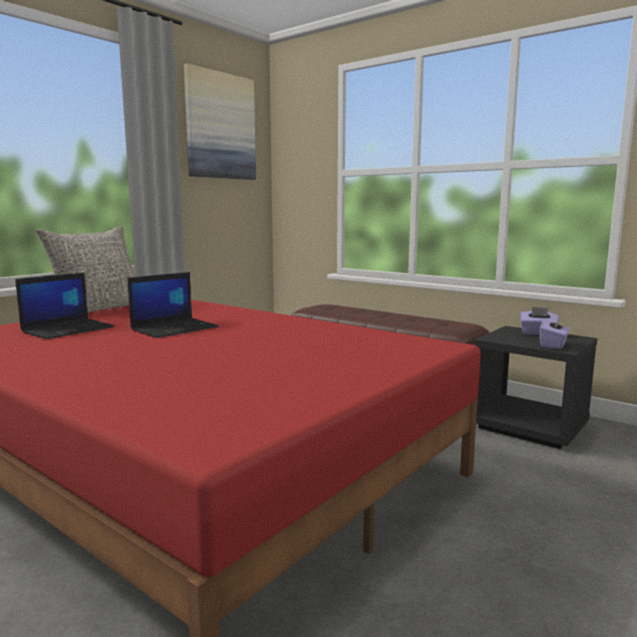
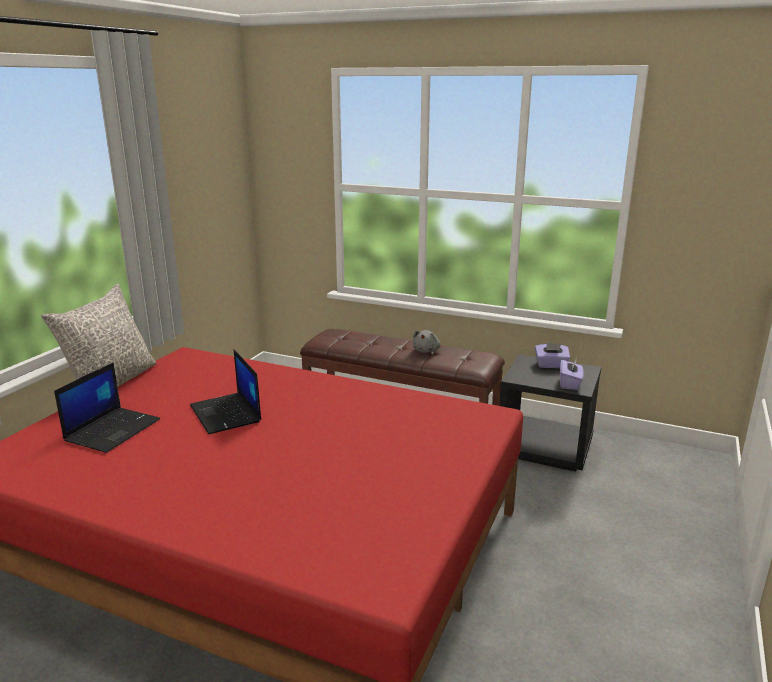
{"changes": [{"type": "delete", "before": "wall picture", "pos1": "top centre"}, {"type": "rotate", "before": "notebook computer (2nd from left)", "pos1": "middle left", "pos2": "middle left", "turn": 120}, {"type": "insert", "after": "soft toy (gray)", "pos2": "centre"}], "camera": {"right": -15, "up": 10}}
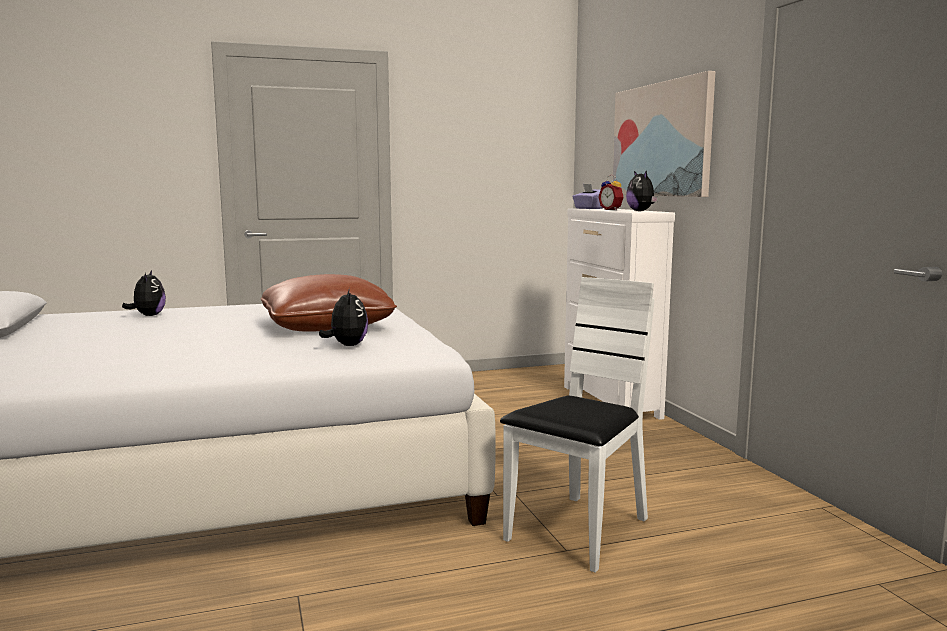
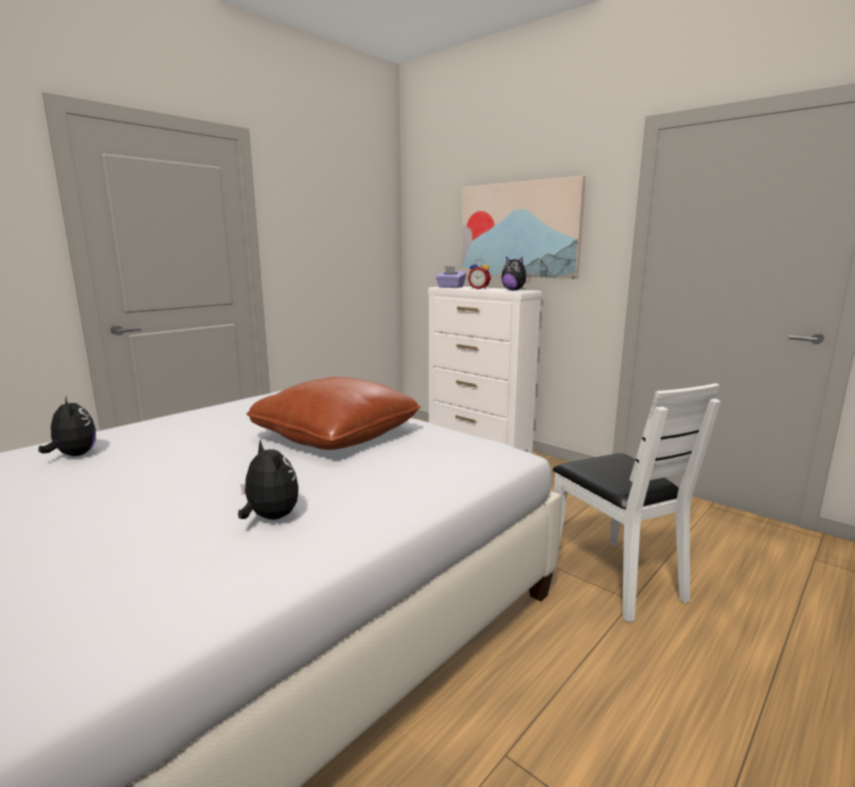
{"changes": [{"type": "rotate", "before": "upright chair (white)", "pos1": "bottom centre", "pos2": "middle right", "turn": 150}, {"type": "move", "before": "soft toy (2nd from left)", "pos1": "centre", "pos2": "middle left"}], "camera": {"right": -30, "up": 5}}
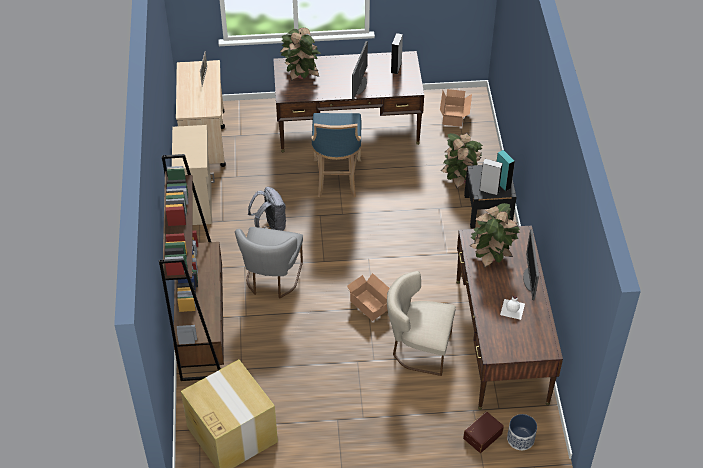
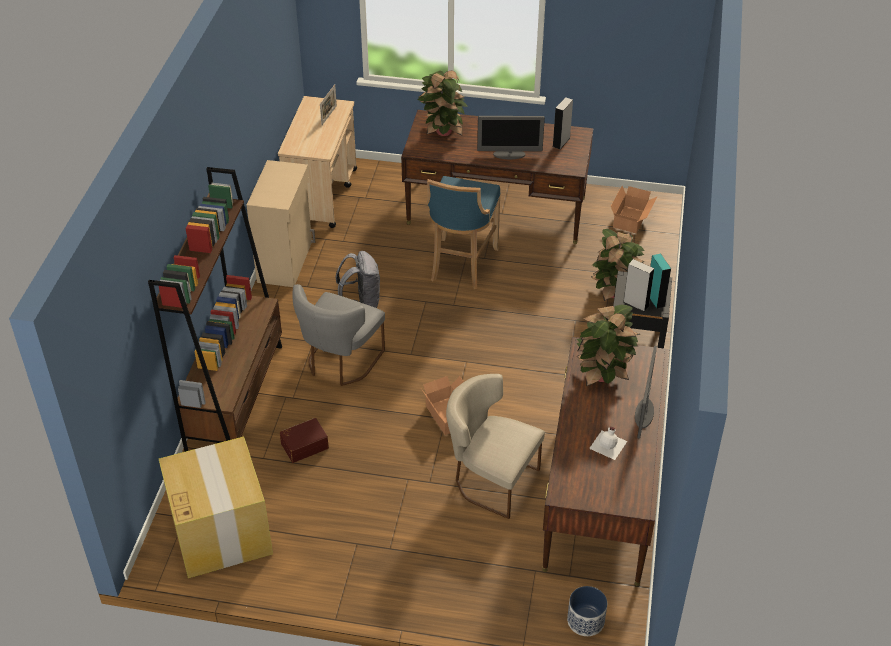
{"changes": [{"type": "rotate", "before": "computer display (1st from left)", "pos1": "top centre", "pos2": "top centre", "turn": -120}, {"type": "move", "before": "storage container (brown)", "pos1": "bottom right", "pos2": "bottom centre"}], "camera": {"right": 15, "up": -5}}
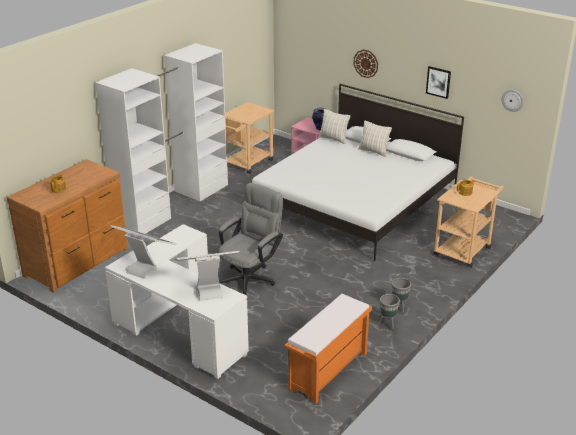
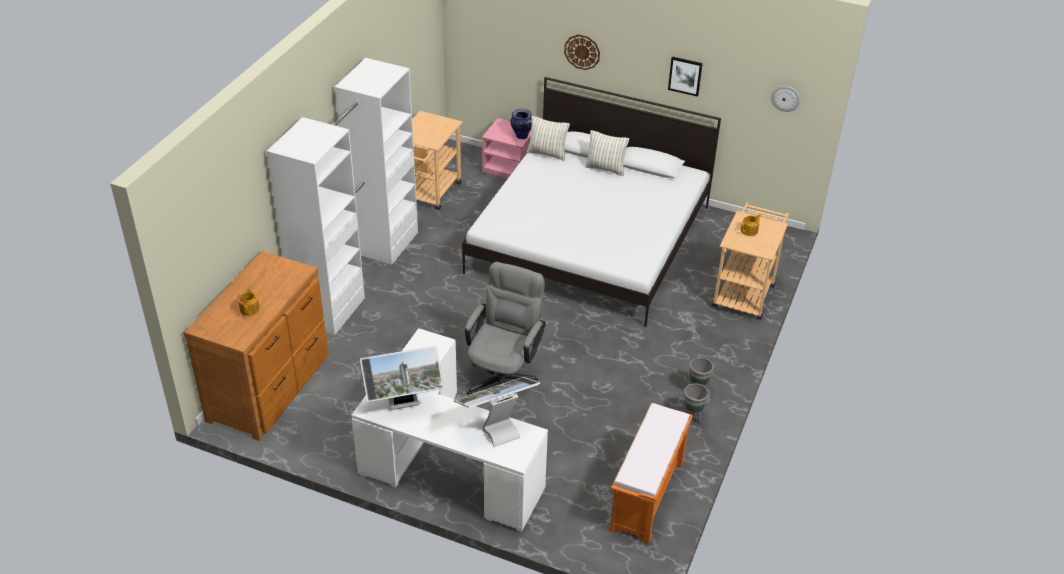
{"changes": [{"type": "rotate", "before": "computer display (1st from left)", "pos1": "middle left", "pos2": "centre", "turn": 150}], "camera": {"right": -15, "up": 10}}
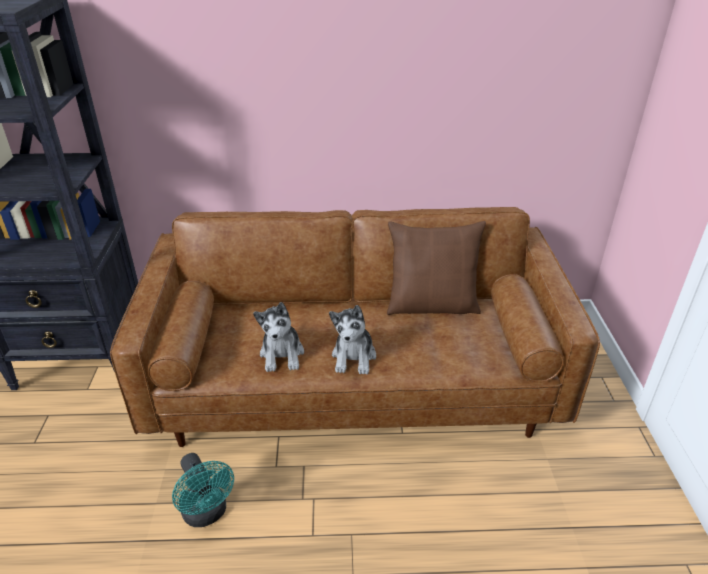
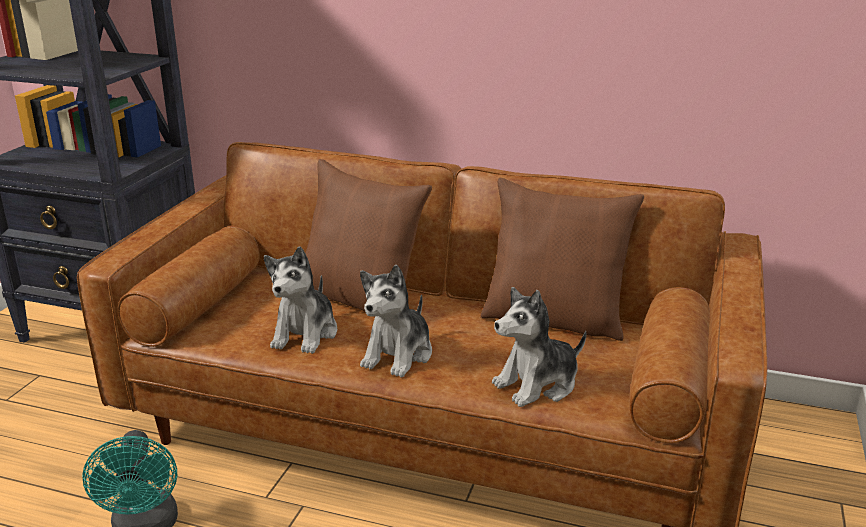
{"changes": [{"type": "insert", "after": "cushion (brown) (1st from left)", "pos2": "centre"}, {"type": "insert", "after": "soft toy (3rd from left)", "pos2": "centre"}], "camera": {"right": 20, "up": -10}}
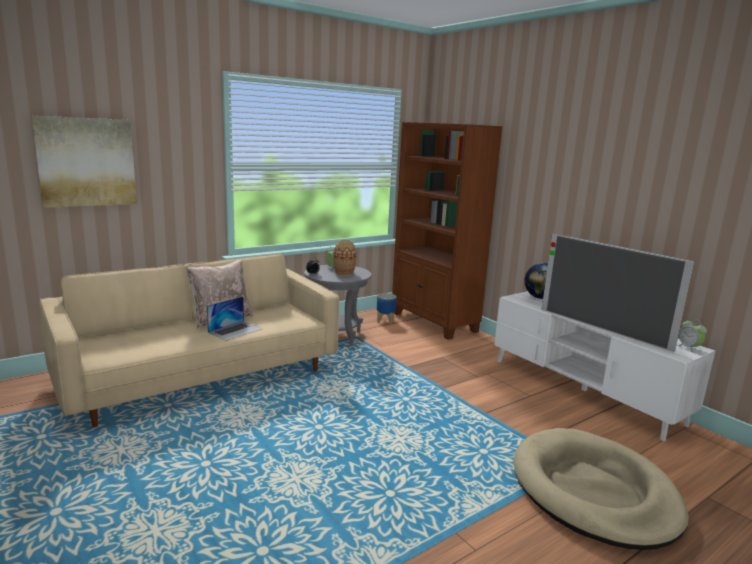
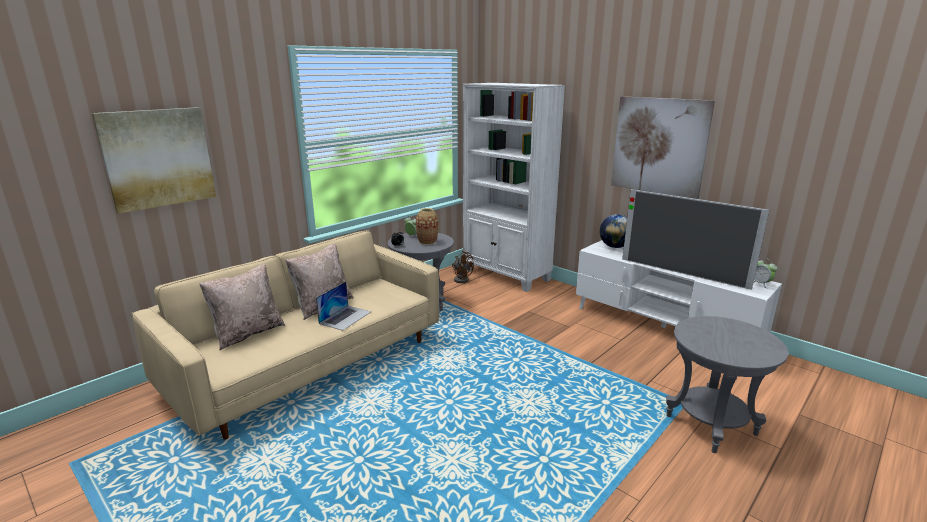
{"changes": [{"type": "recolor", "before": "bookshelf (brown)", "after": "bookshelf (white)", "pos1": "centre", "pos2": "centre"}, {"type": "replace", "before": "planter", "after": "fan (brown)", "pos1": "centre", "pos2": "centre"}, {"type": "replace", "before": "dog cushion (beige)", "after": "side table (gray) (2nd from left)", "pos1": "bottom right", "pos2": "bottom right"}, {"type": "insert", "after": "wall picture (2nd from left)", "pos2": "top right"}, {"type": "insert", "after": "cushion (beige) (1st from left)", "pos2": "middle left"}], "camera": {"right": -10, "up": 5}}
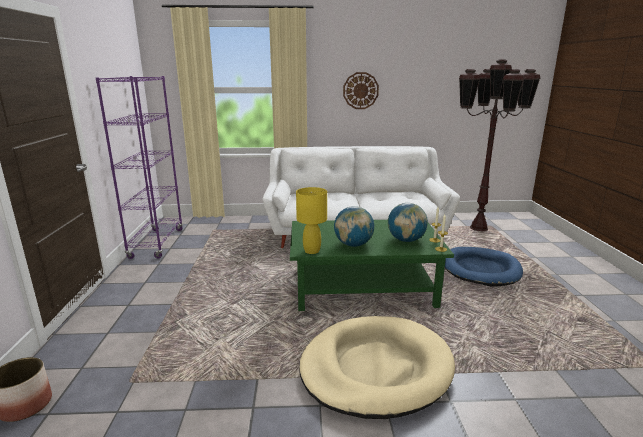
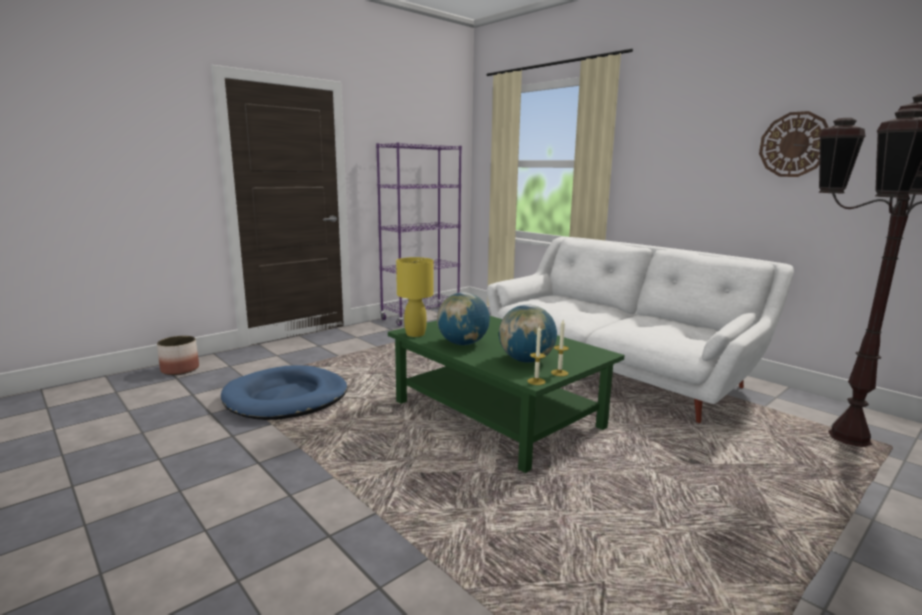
{"changes": [{"type": "move", "before": "hanging clock", "pos1": "top centre", "pos2": "top right"}, {"type": "move", "before": "dog cushion (blue)", "pos1": "middle right", "pos2": "middle left"}, {"type": "delete", "before": "dog cushion (beige)", "pos1": "bottom centre"}], "camera": {"right": 50, "up": -5}}
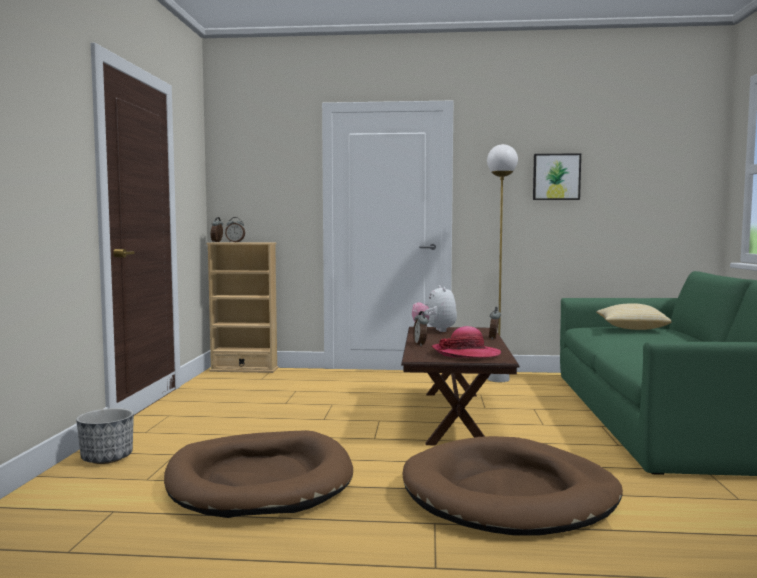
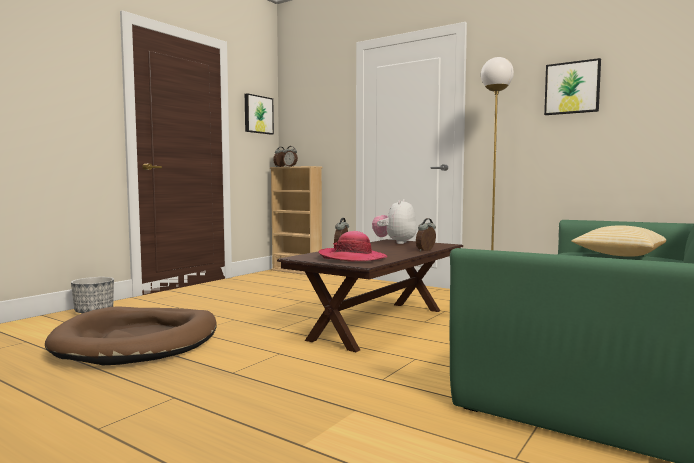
{"changes": [{"type": "delete", "before": "dog cushion (brown) (2nd from left)", "pos1": "bottom right"}, {"type": "insert", "after": "wall picture (1st from left)", "pos2": "top centre"}], "camera": {"right": 30, "up": 0}}
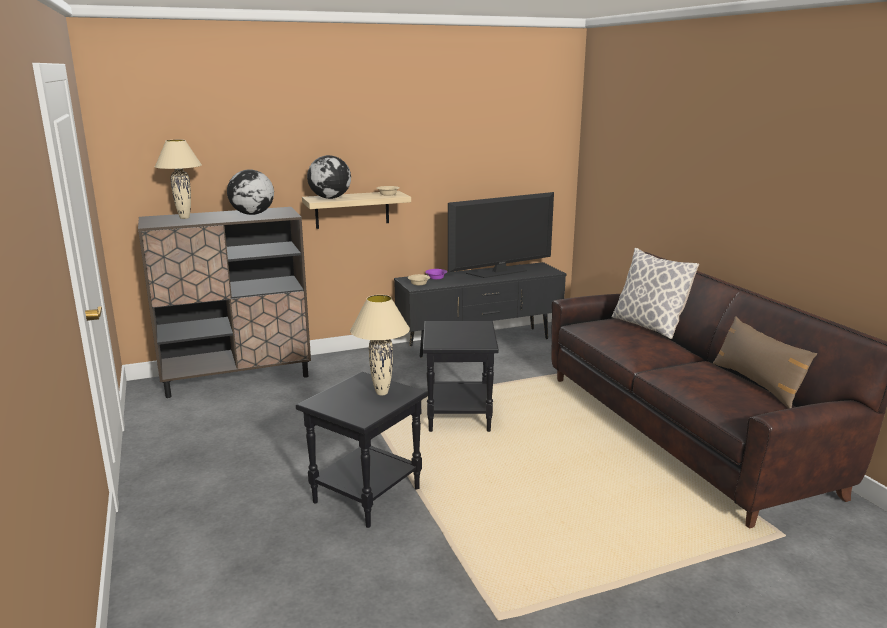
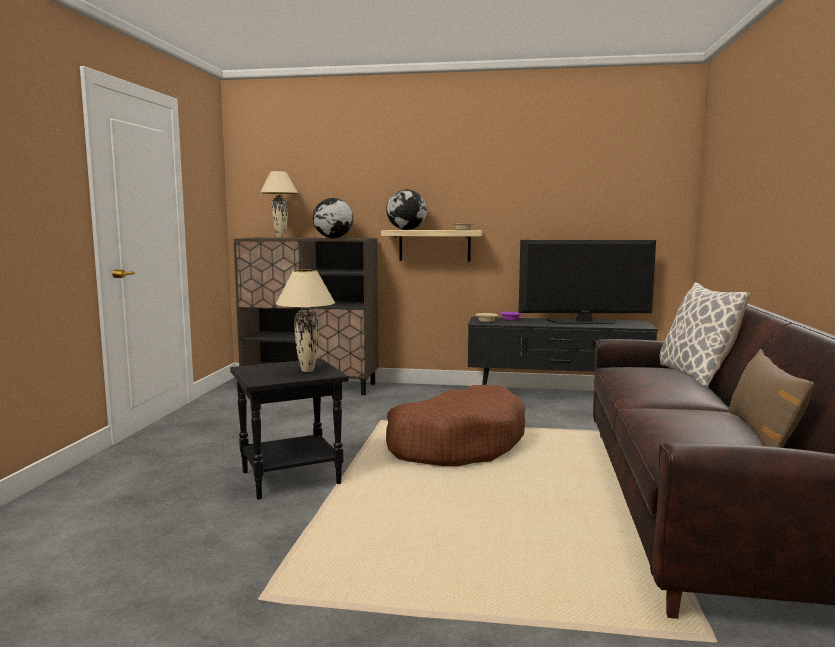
{"changes": [{"type": "replace", "before": "side table (black-coloured) (2nd from left)", "after": "dog cushion (brown)", "pos1": "centre", "pos2": "centre"}], "camera": {"right": 30, "up": -10}}
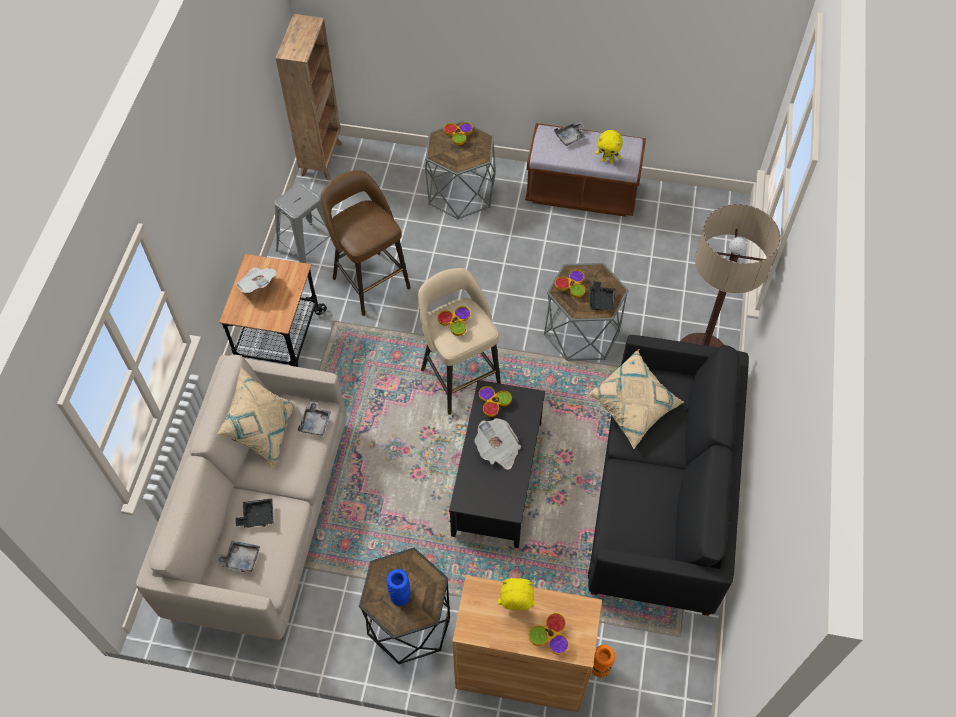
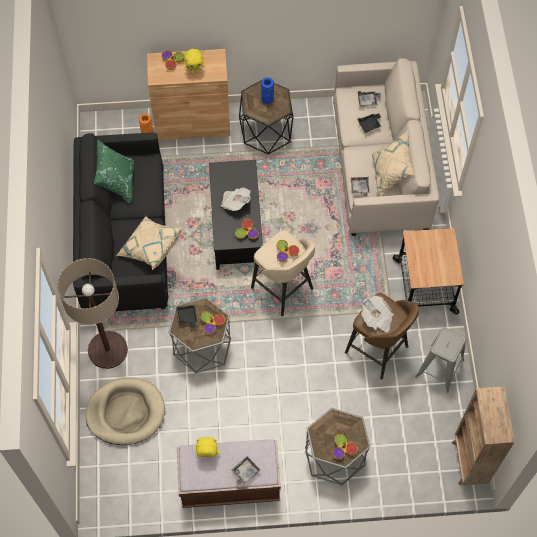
{"changes": [{"type": "move", "before": "printed paper (1st from left in the first image)", "after": "printed paper (2nd from left)", "pos1": "middle left", "pos2": "middle right"}, {"type": "insert", "after": "cushion (greenish)", "pos2": "top left"}, {"type": "insert", "after": "dog cushion (beige)", "pos2": "bottom left"}], "camera": {"right": 165, "up": 5}}
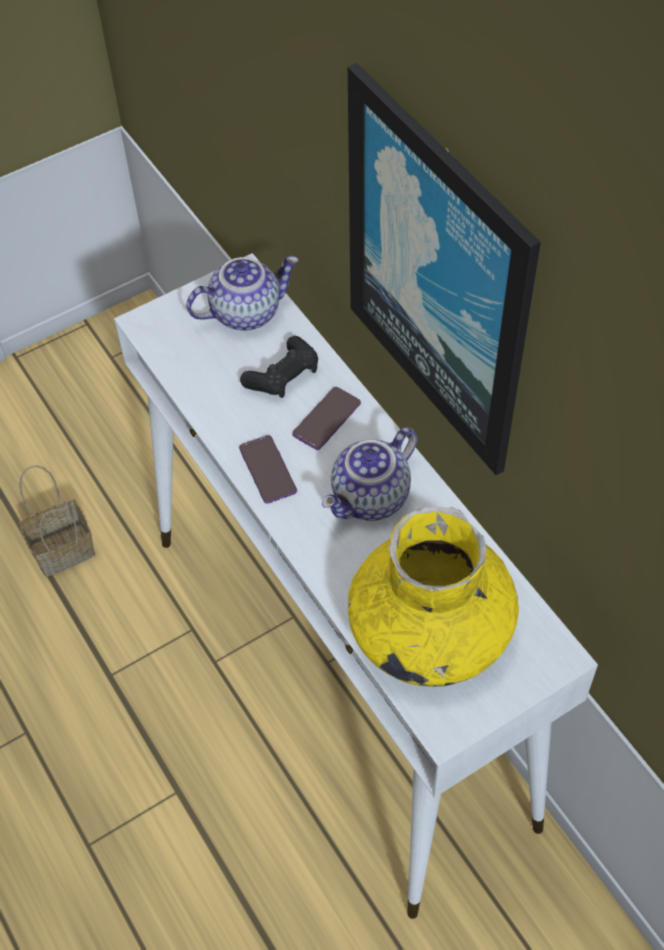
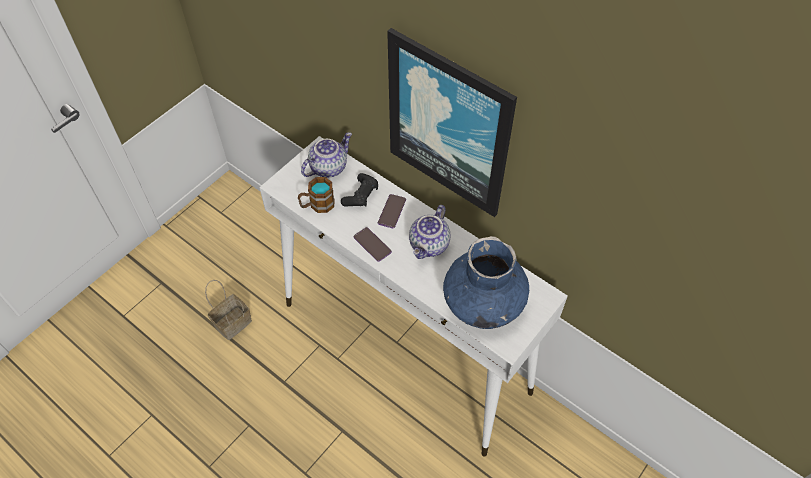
{"changes": [{"type": "recolor", "before": "decorative vase (yellow-coloured)", "after": "decorative vase (blue)", "pos1": "centre", "pos2": "centre"}, {"type": "insert", "after": "mug", "pos2": "centre"}], "camera": {"right": -20, "up": 0}}
